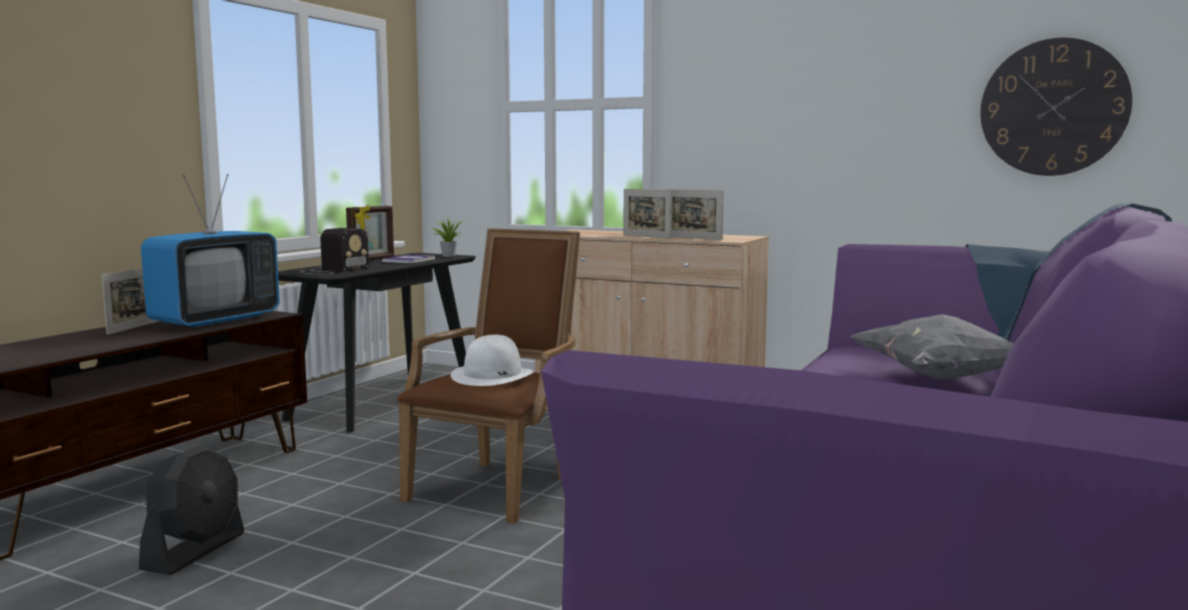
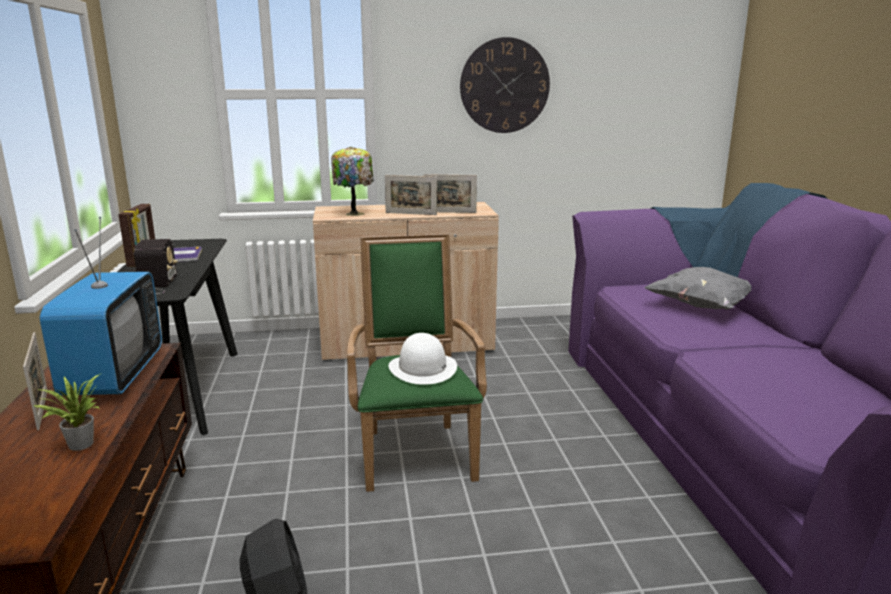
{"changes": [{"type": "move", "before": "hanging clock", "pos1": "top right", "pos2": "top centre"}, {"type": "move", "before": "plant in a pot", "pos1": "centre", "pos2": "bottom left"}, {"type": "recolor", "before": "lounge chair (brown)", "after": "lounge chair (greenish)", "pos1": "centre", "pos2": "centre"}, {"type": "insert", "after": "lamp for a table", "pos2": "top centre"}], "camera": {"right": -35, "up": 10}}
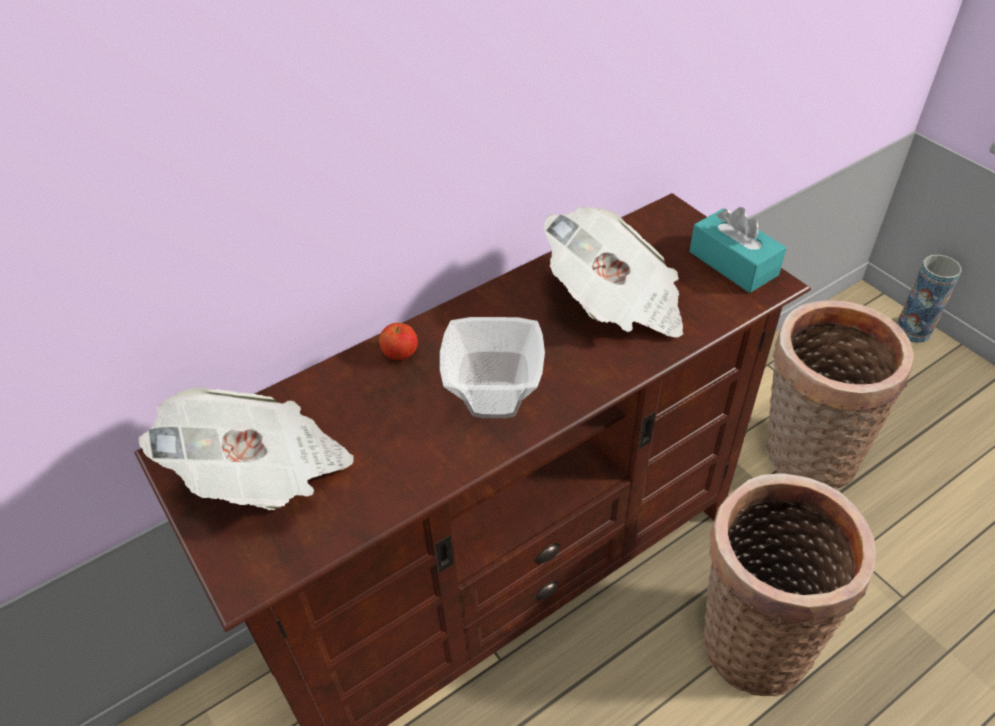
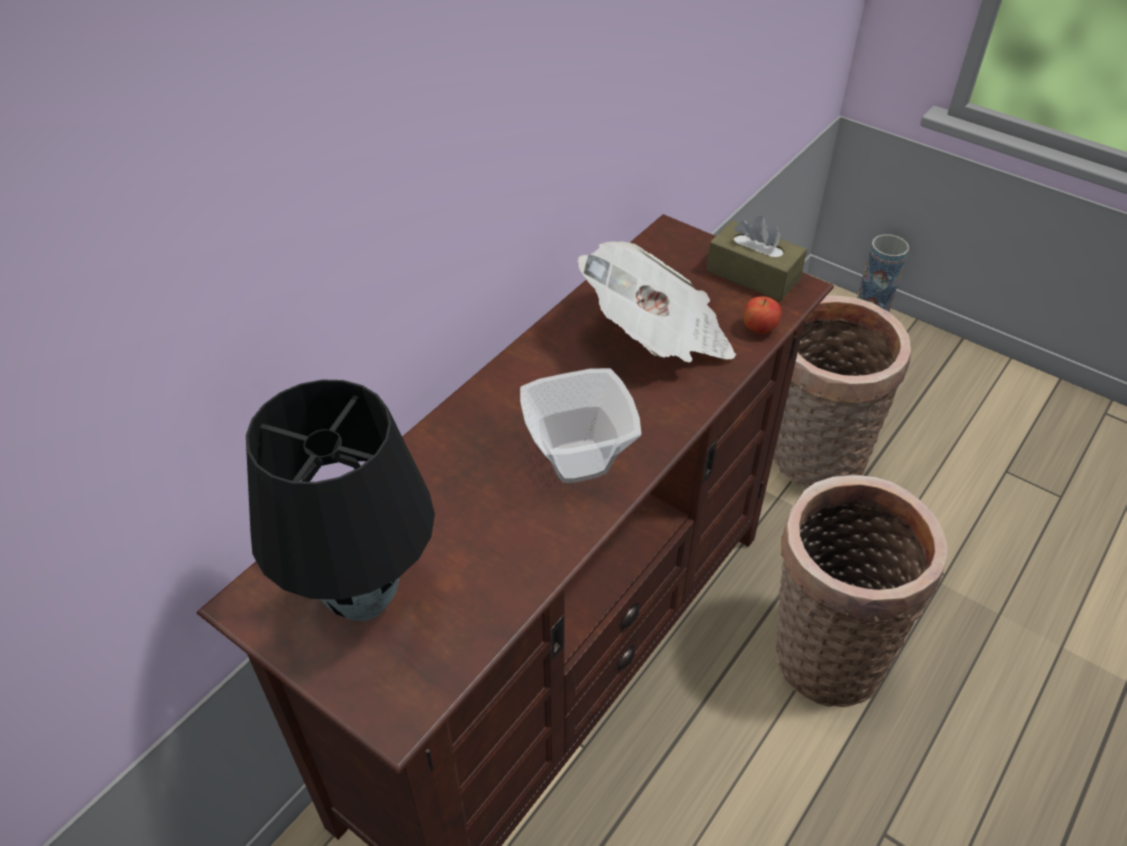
{"changes": [{"type": "recolor", "before": "box of tissues (blue-green)", "after": "box of tissues (brown)", "pos1": "middle right", "pos2": "top right"}, {"type": "move", "before": "apple", "pos1": "centre", "pos2": "middle right"}, {"type": "replace", "before": "printed paper (1st from left)", "after": "lamp for a table (black-coloured)", "pos1": "middle left", "pos2": "middle left"}], "camera": {"right": -20, "up": 0}}
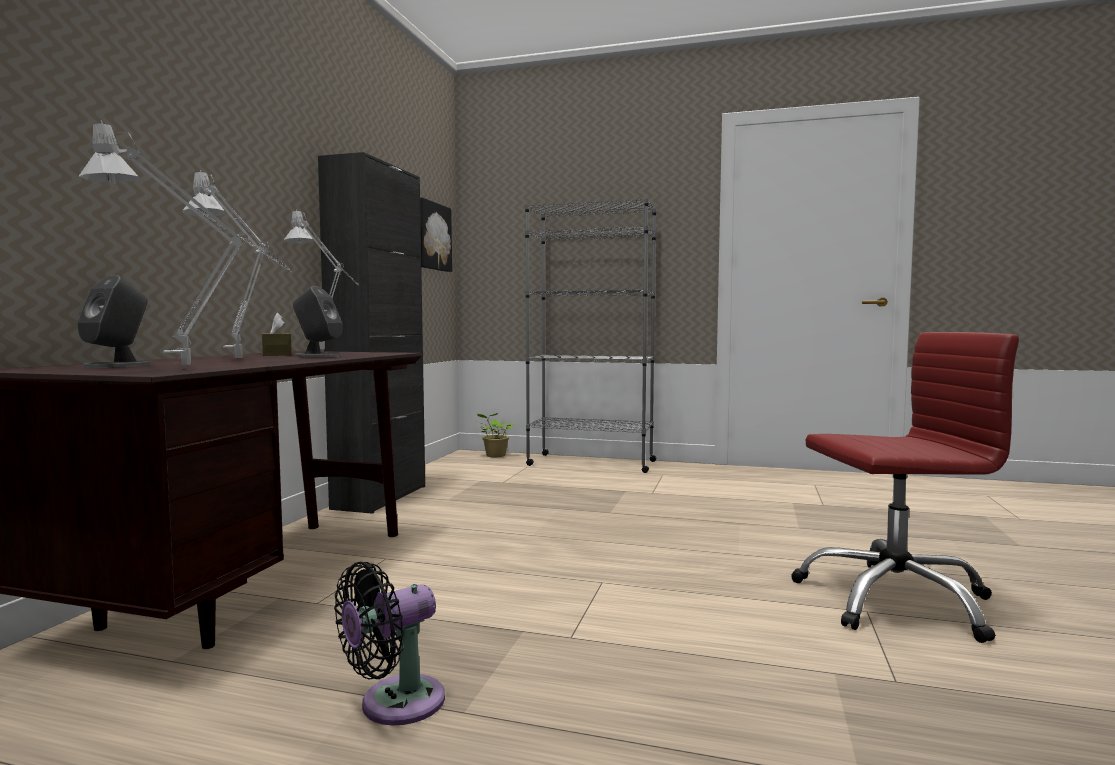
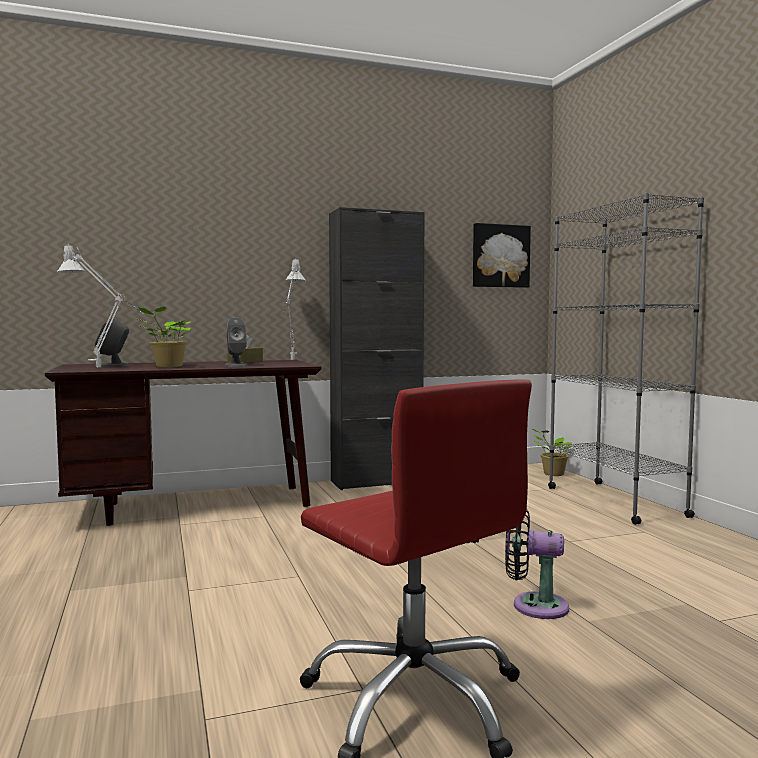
{"changes": [{"type": "replace", "before": "lamp for a table (gray) (2nd from left)", "after": "plant in a pot (1st from left)", "pos1": "middle left", "pos2": "middle left"}, {"type": "move", "before": "fan (black-coloured)", "pos1": "bottom centre", "pos2": "bottom right"}], "camera": {"right": 55, "up": 0}}
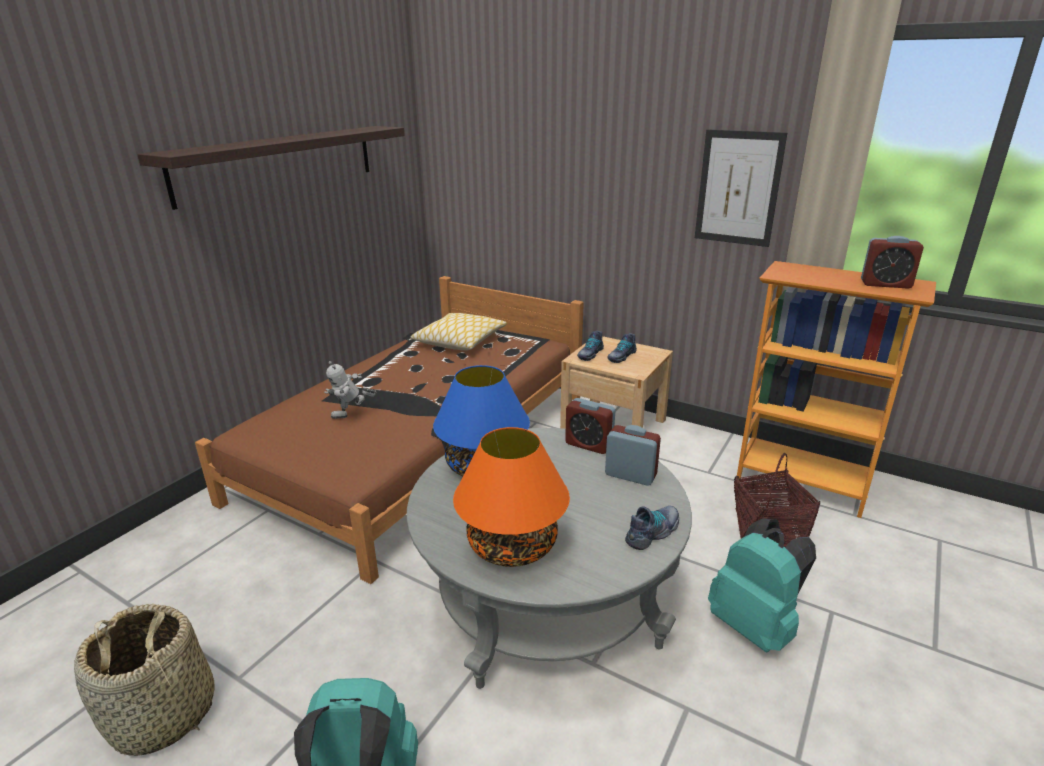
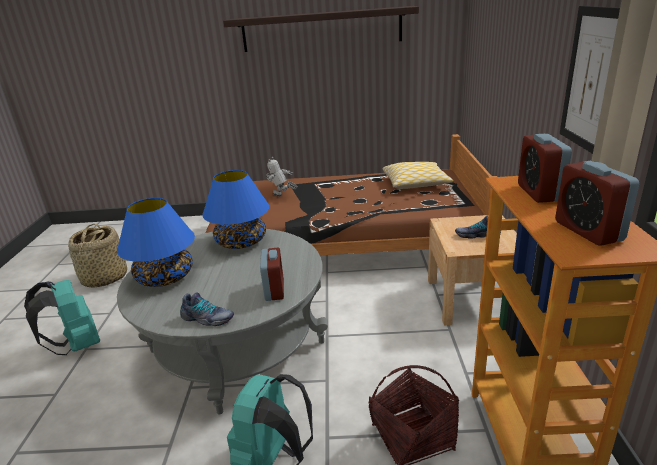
{"changes": [{"type": "delete", "before": "item of footwear (1st from left)", "pos1": "centre"}, {"type": "move", "before": "bedside clock (1st from left in the first image)", "after": "bedside clock (2nd from left)", "pos1": "centre", "pos2": "middle right"}, {"type": "recolor", "before": "lamp for a table (orange-coloured)", "after": "lamp for a table (blue) (1st from left)", "pos1": "centre", "pos2": "middle left"}], "camera": {"right": 60, "up": 0}}
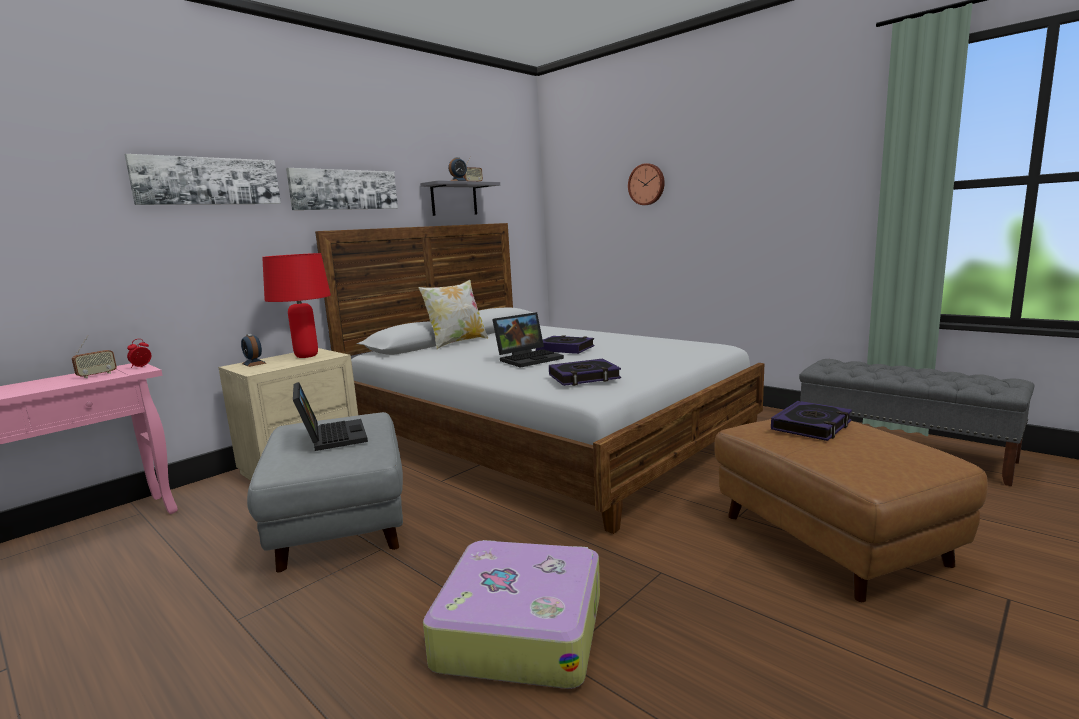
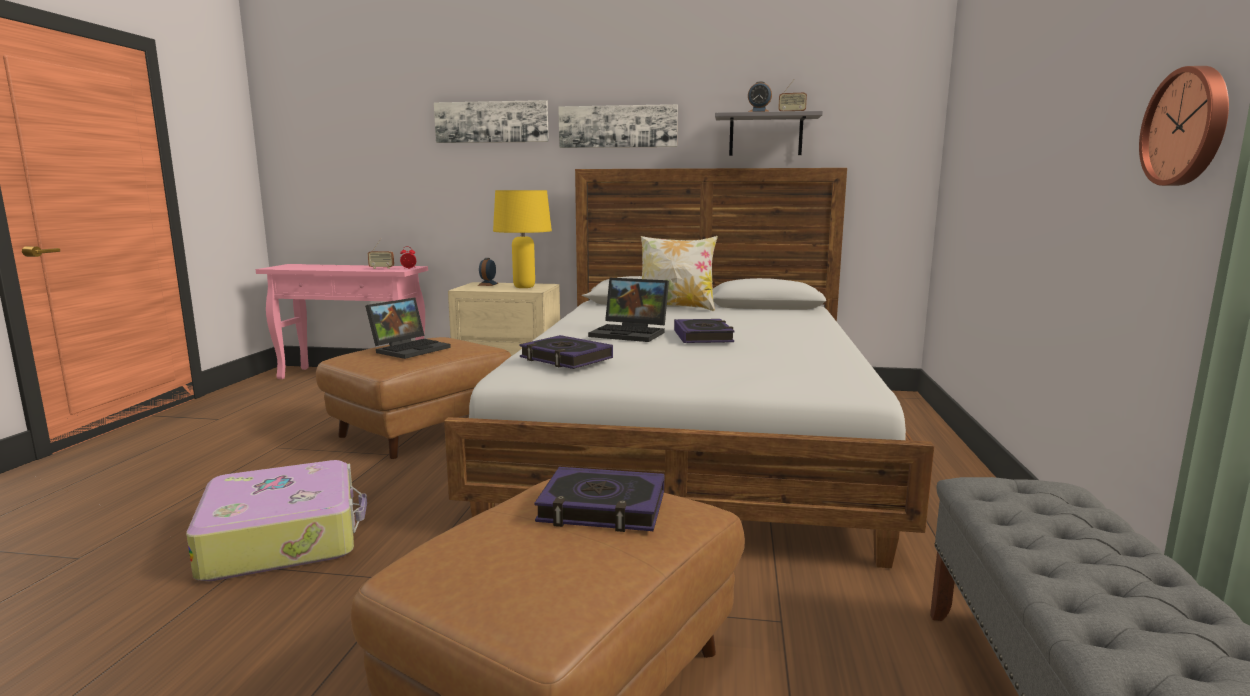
{"changes": [{"type": "move", "before": "hanging clock", "pos1": "top centre", "pos2": "top right"}, {"type": "recolor", "before": "lamp for a table (reddish)", "after": "lamp for a table (yellow-coloured)", "pos1": "middle left", "pos2": "centre"}, {"type": "recolor", "before": "pouffe (gray)", "after": "pouffe (brown) (1st from left)", "pos1": "bottom left", "pos2": "middle left"}], "camera": {"right": 55, "up": 0}}
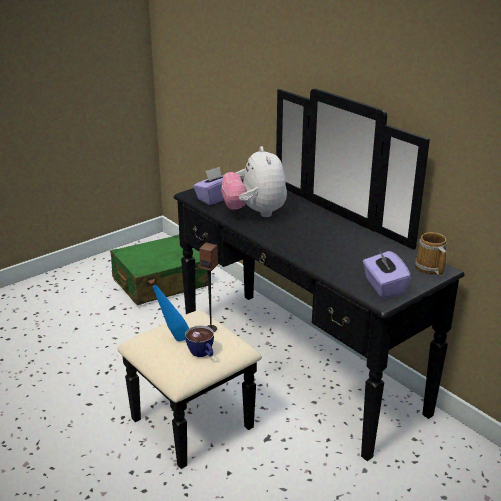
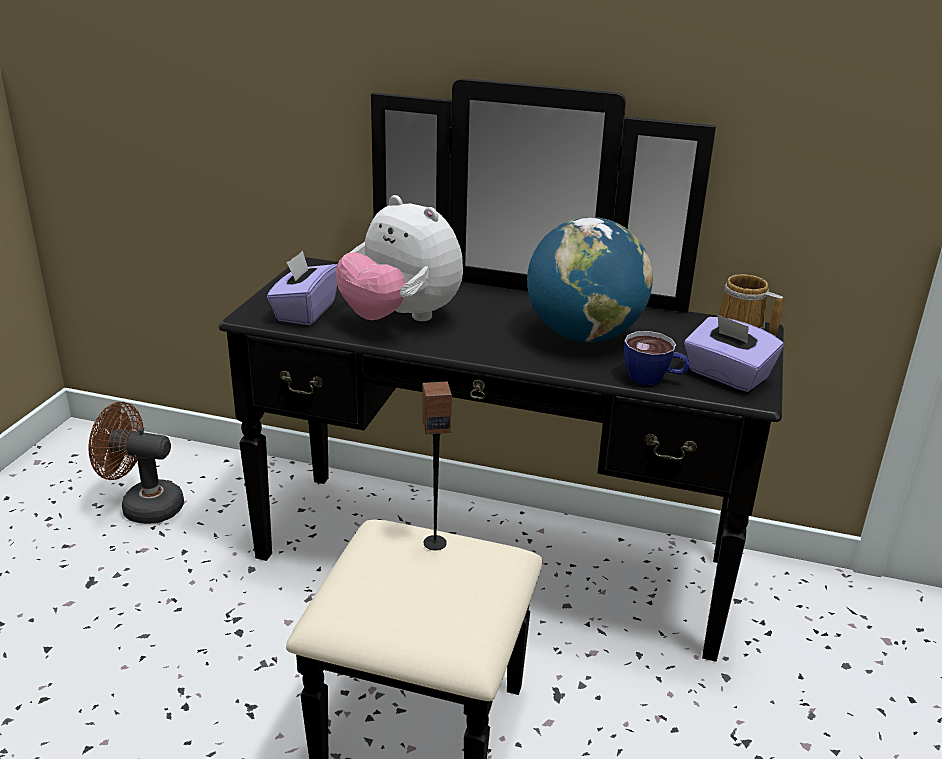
{"changes": [{"type": "replace", "before": "travel case (greenish)", "after": "fan (brown)", "pos1": "middle left", "pos2": "middle left"}, {"type": "delete", "before": "bottle (blue)", "pos1": "centre"}, {"type": "move", "before": "cup", "pos1": "bottom centre", "pos2": "middle right"}, {"type": "insert", "after": "desk globe", "pos2": "centre"}], "camera": {"right": -35, "up": 0}}
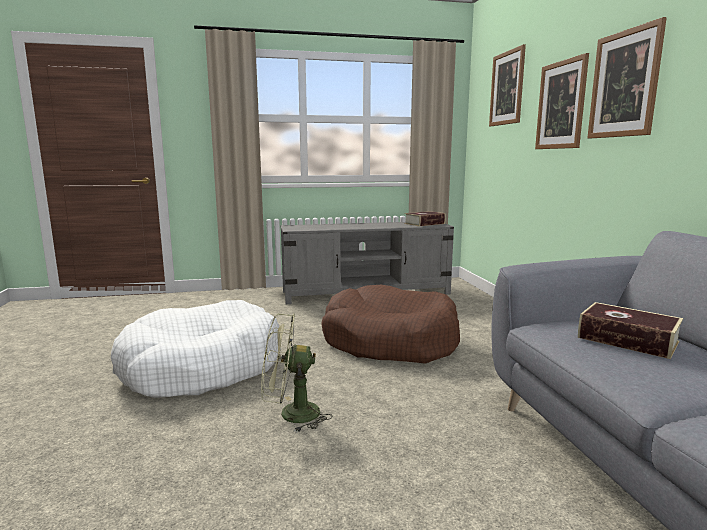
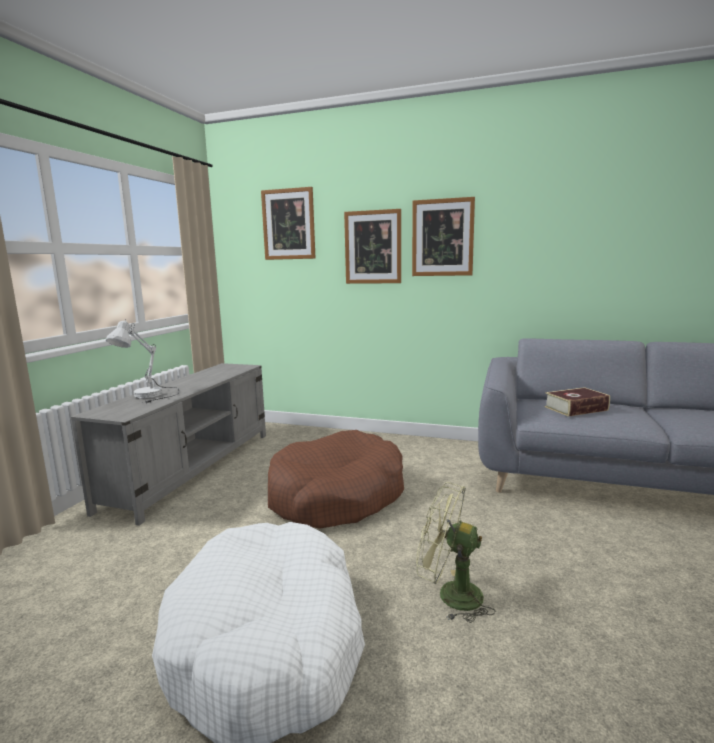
{"changes": [{"type": "delete", "before": "book (1st from left)", "pos1": "centre"}, {"type": "rotate", "before": "fan (greenish)", "pos1": "bottom centre", "pos2": "bottom centre", "turn": 90}, {"type": "insert", "after": "lamp for a table (white)", "pos2": "middle left"}], "camera": {"right": -60, "up": 0}}
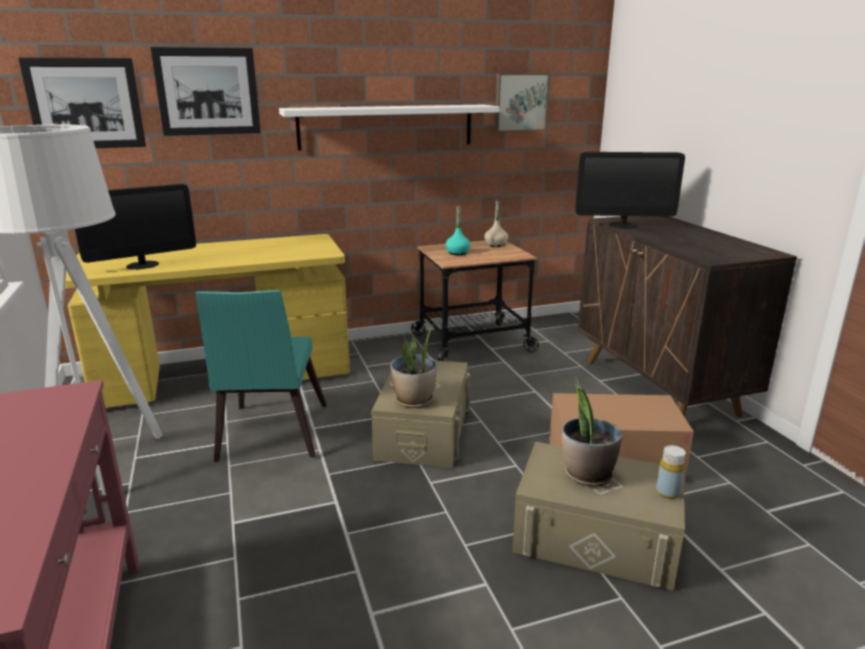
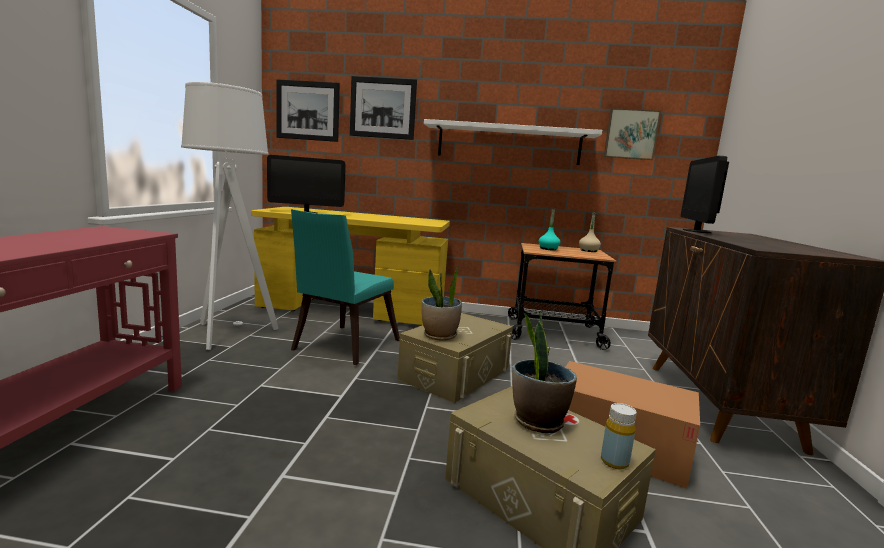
{"changes": [{"type": "rotate", "before": "computer display (2nd from left)", "pos1": "top right", "pos2": "middle right", "turn": 75}], "camera": {"right": 25, "up": -10}}
